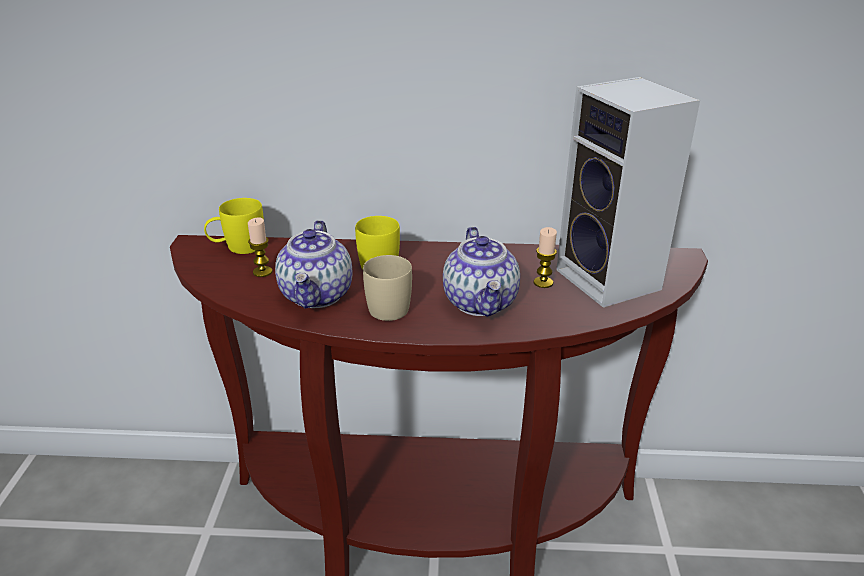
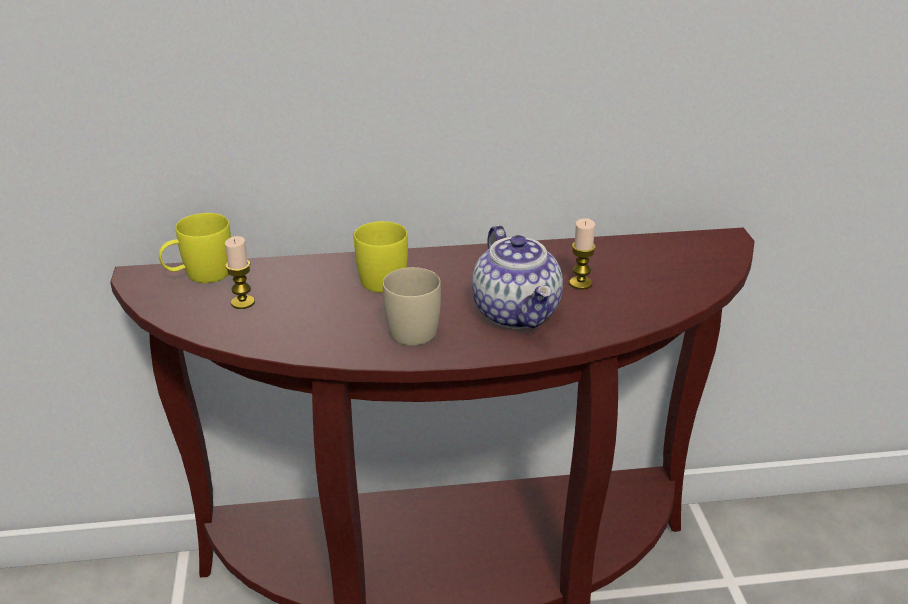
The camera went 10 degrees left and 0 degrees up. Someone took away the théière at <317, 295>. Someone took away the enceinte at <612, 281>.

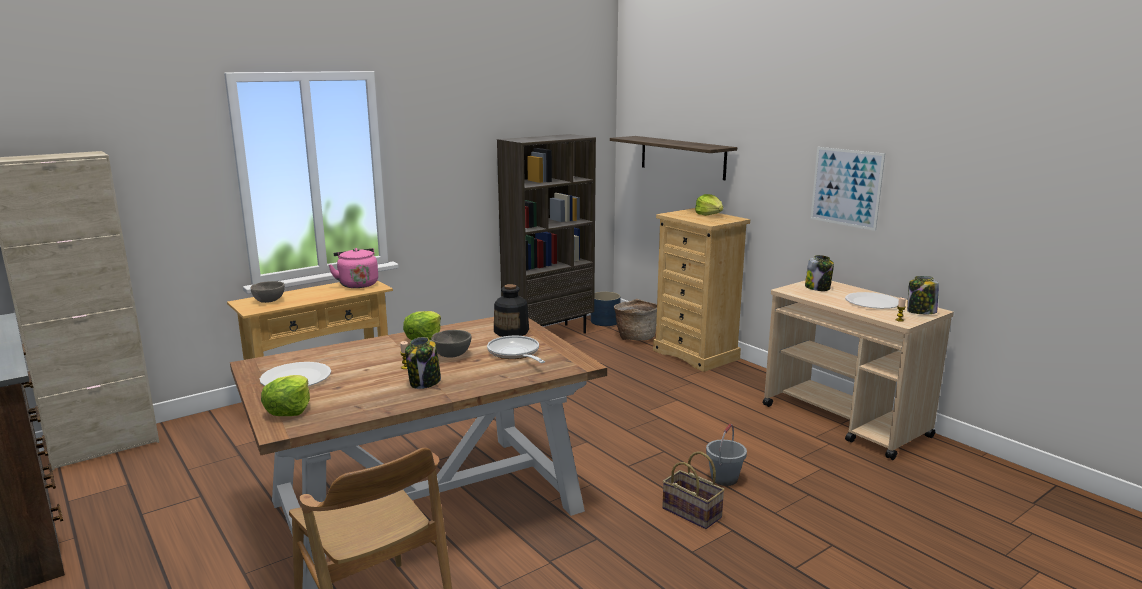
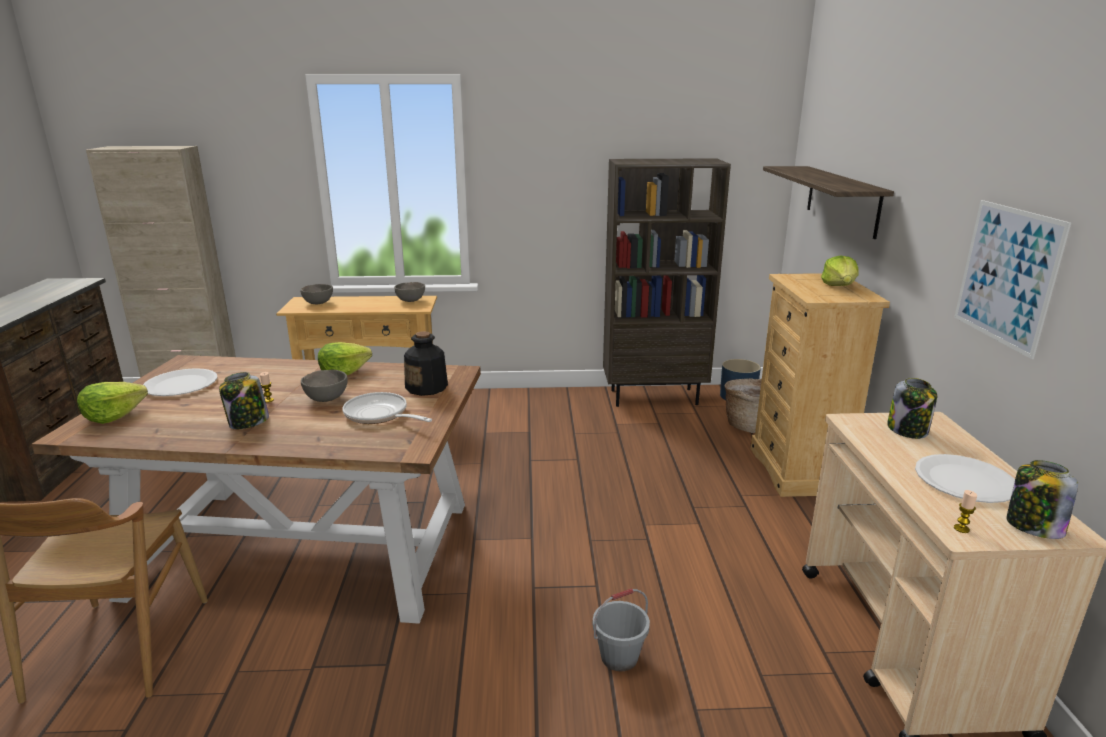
The camera went 35 degrees right and 5 degrees up. Someone rotated the poêle at <515, 354> by 60 degrees counterclockwise. Someone swapped the bouilloire/rose at <357, 284> for the bol/gris at <411, 301>. Someone took away the panier at <693, 513>.

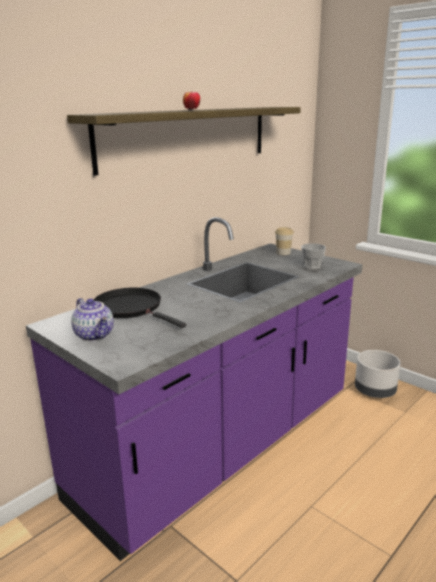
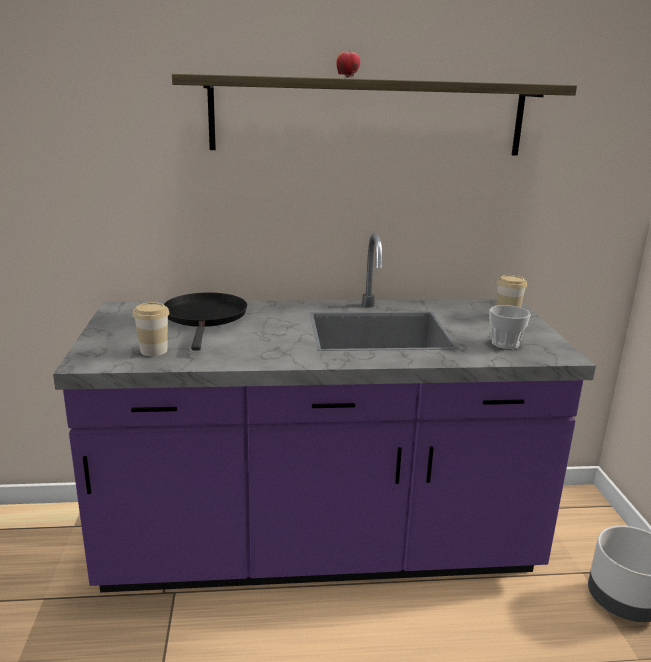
The camera went 40 degrees right and 0 degrees up. Someone put down the tasse at <153, 351>. Someone took away the théière at <95, 335>.

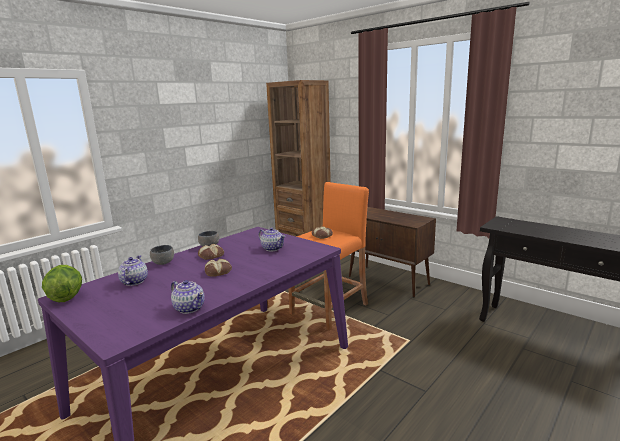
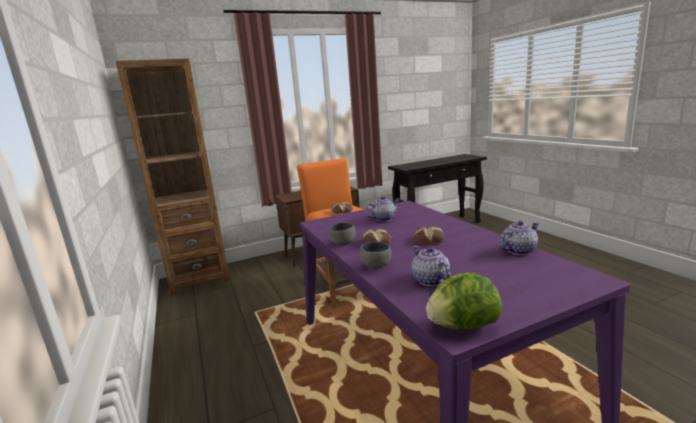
The camera went 65 degrees left and 0 degrees up. Someone rotated the théière at <134, 282> by 45 degrees clockwise.

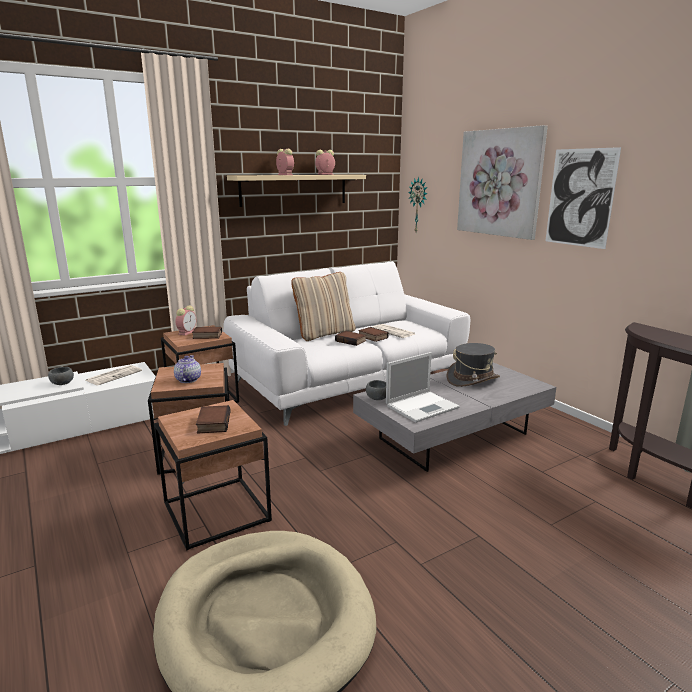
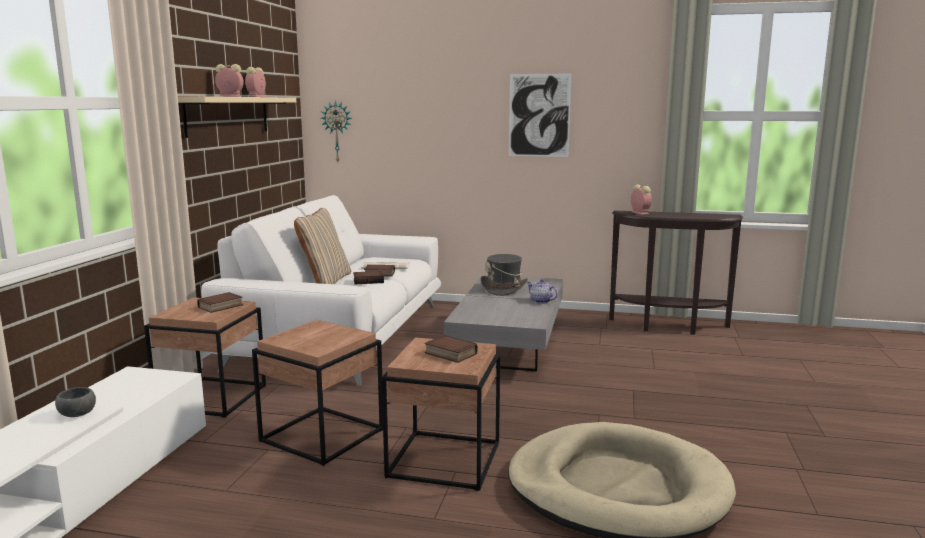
The camera went 45 degrees left and 5 degrees down. Someone carried the théière from <188, 379> to <541, 301>. Someone carried the réveil from <187, 332> to <639, 213>. Someone took away the journal at <114, 375>. Someone took away the bol/gris at <377, 398>. Someone took away the ordinateur portable at <423, 406>. Someone took away the tableau at <499, 183>.

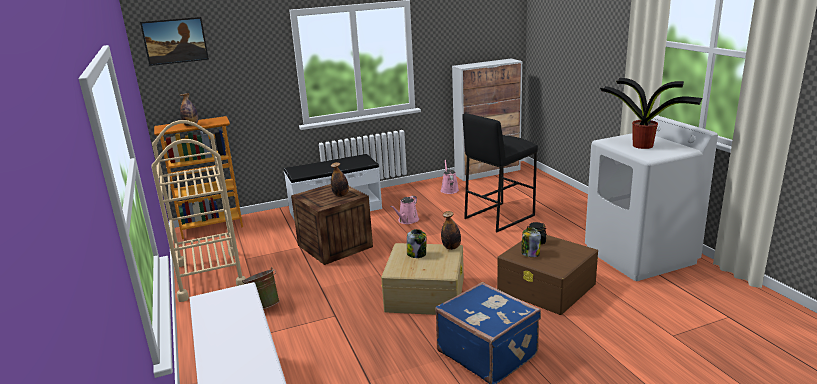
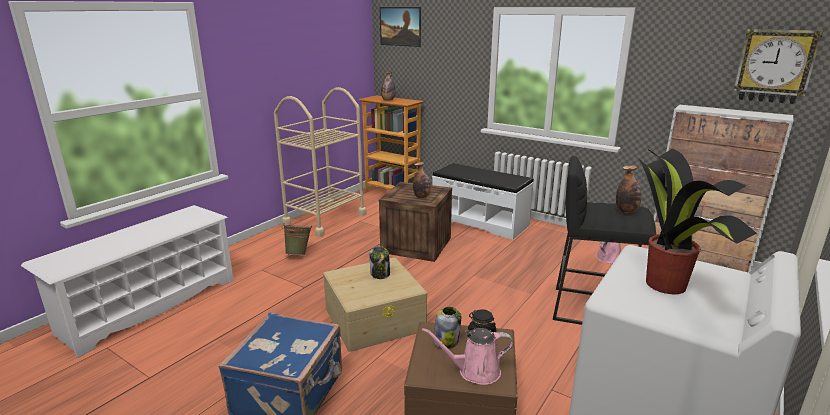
The camera went 55 degrees right and 0 degrees up. Someone carried the arrosoir/rose from <407, 221> to <475, 371>. Someone carried the bouteille from <451, 247> to <626, 211>. Someone put up the horloge murale at <774, 66>.

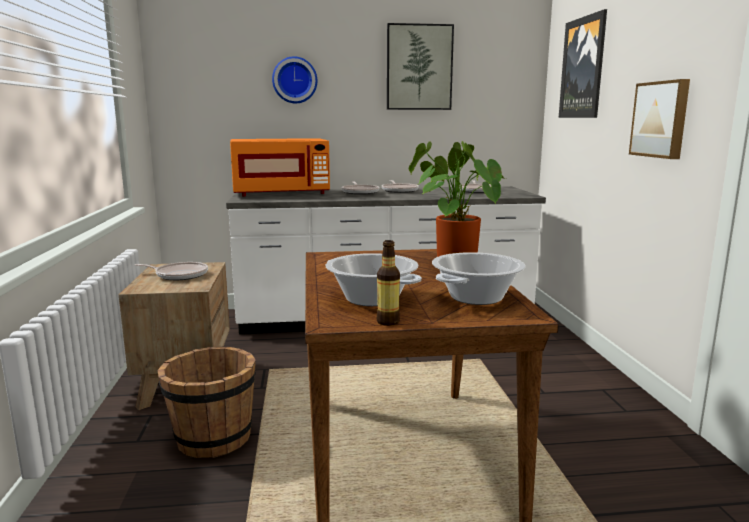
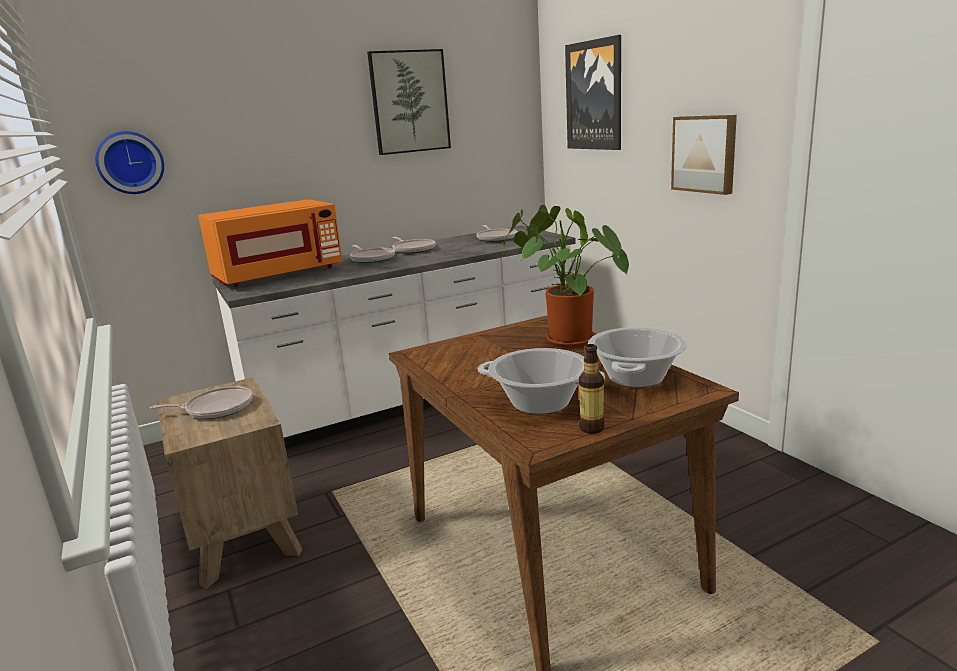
The camera went 20 degrees left and 5 degrees up. Someone carried the horloge murale from <295, 80> to <130, 162>. Someone took away the seau/marron at <213, 438>.

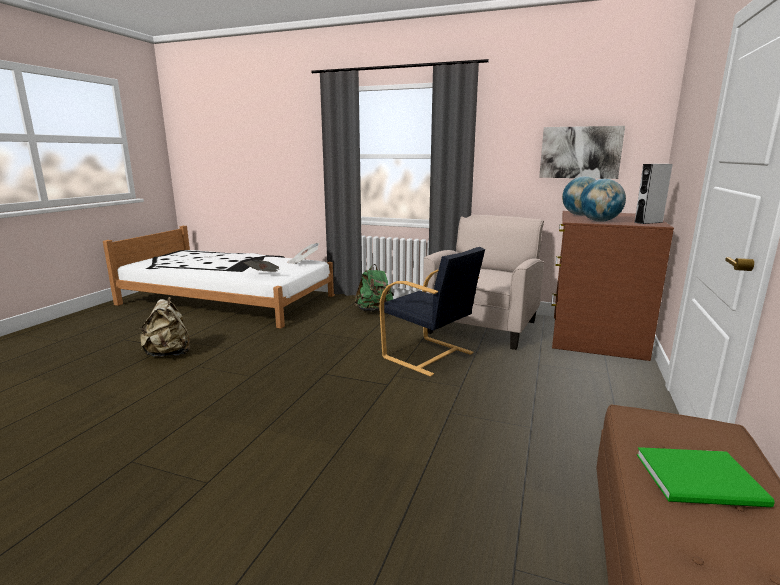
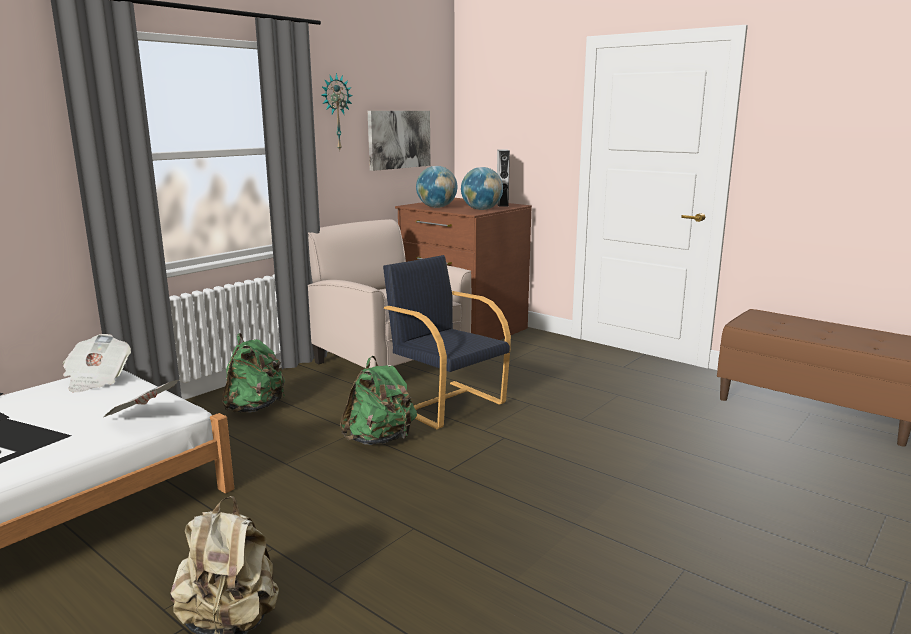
The camera went 70 degrees left and 0 degrees up. Someone put up the horloge murale at <335, 112>. Someone put down the sac à dos/vert at <380, 440>. Someone rotated the fauteuil/noir at <429, 356> by 105 degrees counterclockwise. Someone took away the livre/vert at <703, 481>.

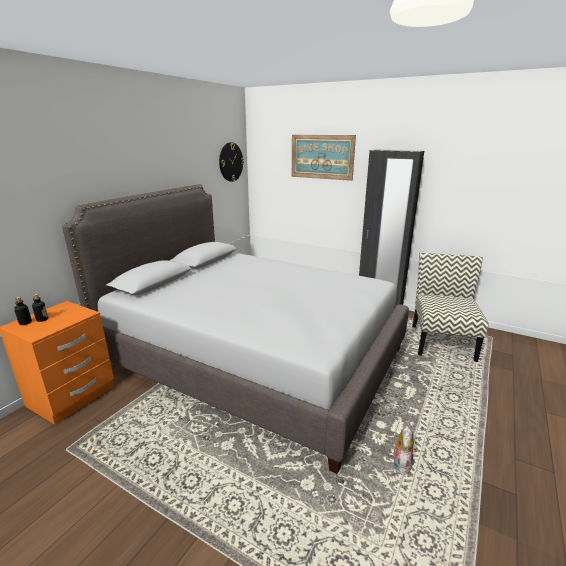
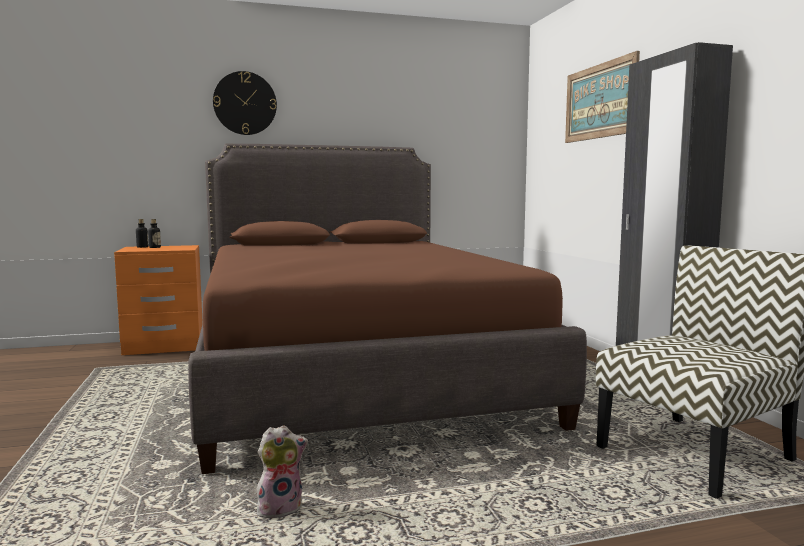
The camera went 45 degrees right and 15 degrees down. Someone repainted the lit/gris at <254, 357>, which became the lit/marron at <353, 372>. Someone carried the horloge murale from <231, 162> to <245, 103>.

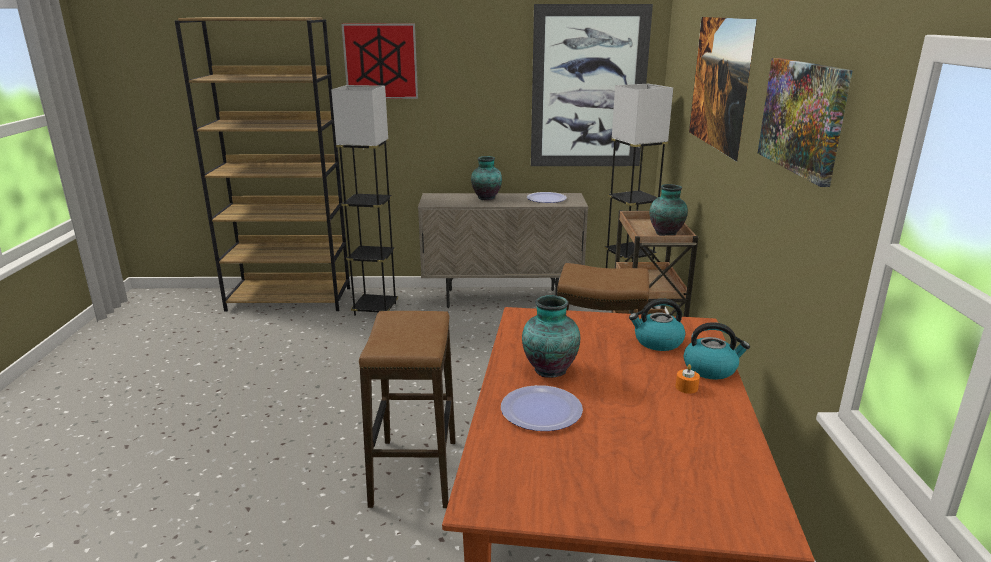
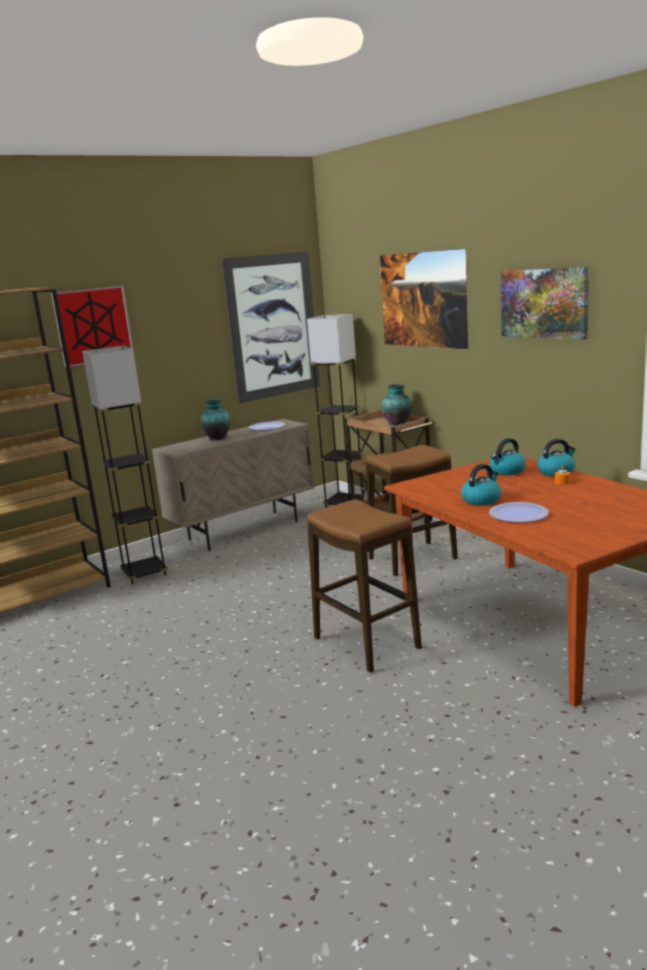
The camera went 35 degrees left and 5 degrees down. Someone swapped the vase at <548, 369> for the bouilloire at <481, 500>.

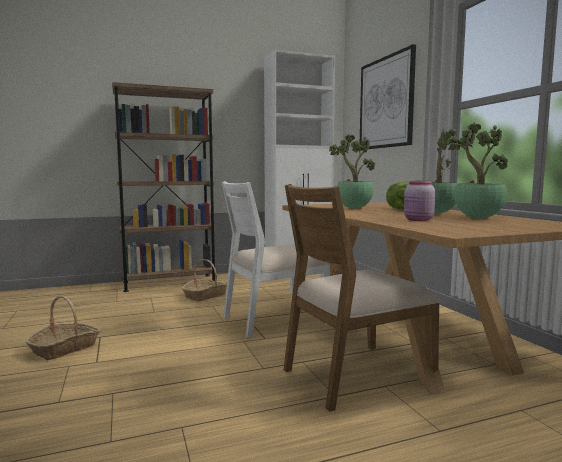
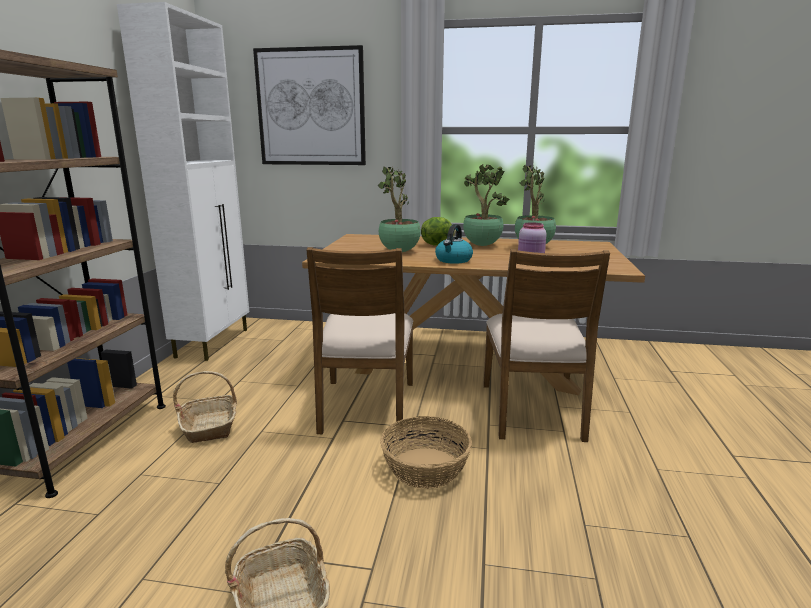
The camera went 60 degrees left and 10 degrees up. Someone repainted the chaise/blanc at <274, 319>, which became the chaise/marron at <366, 406>. Someone put down the panier at <425, 468>. Someone put down the bouilloire at <453, 260>.

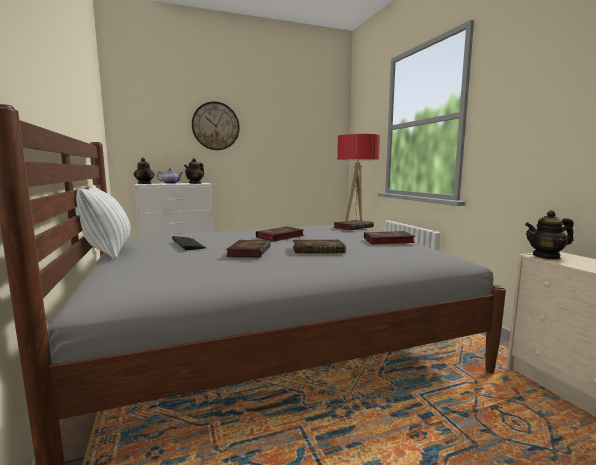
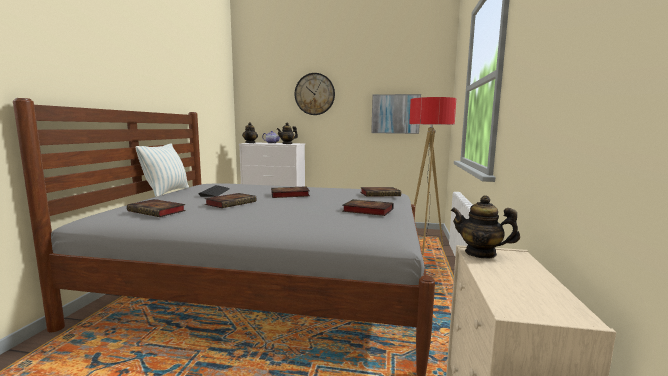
The camera went 30 degrees right and 0 degrees up. Someone carried the livre from <319, 250> to <158, 211>. Someone put up the tableau at <395, 114>.

